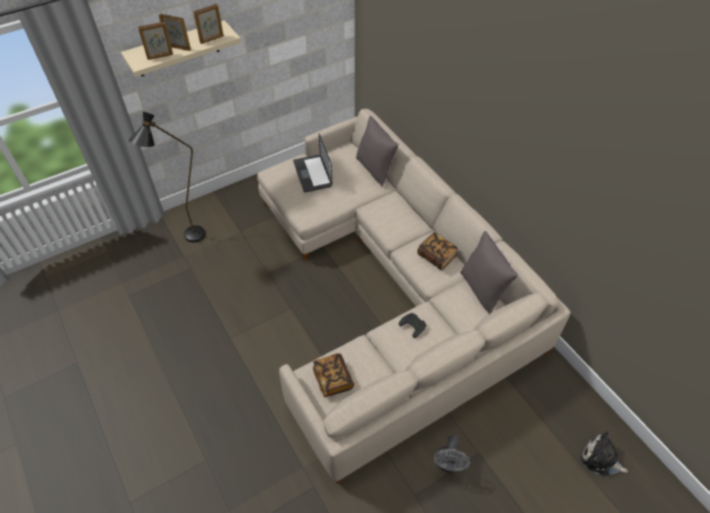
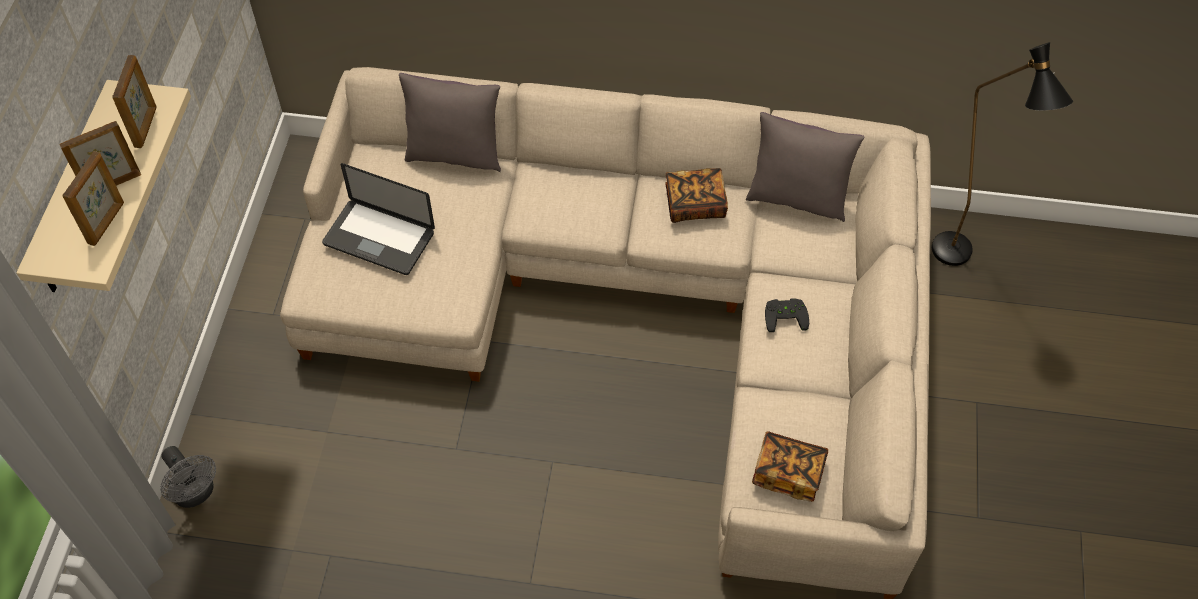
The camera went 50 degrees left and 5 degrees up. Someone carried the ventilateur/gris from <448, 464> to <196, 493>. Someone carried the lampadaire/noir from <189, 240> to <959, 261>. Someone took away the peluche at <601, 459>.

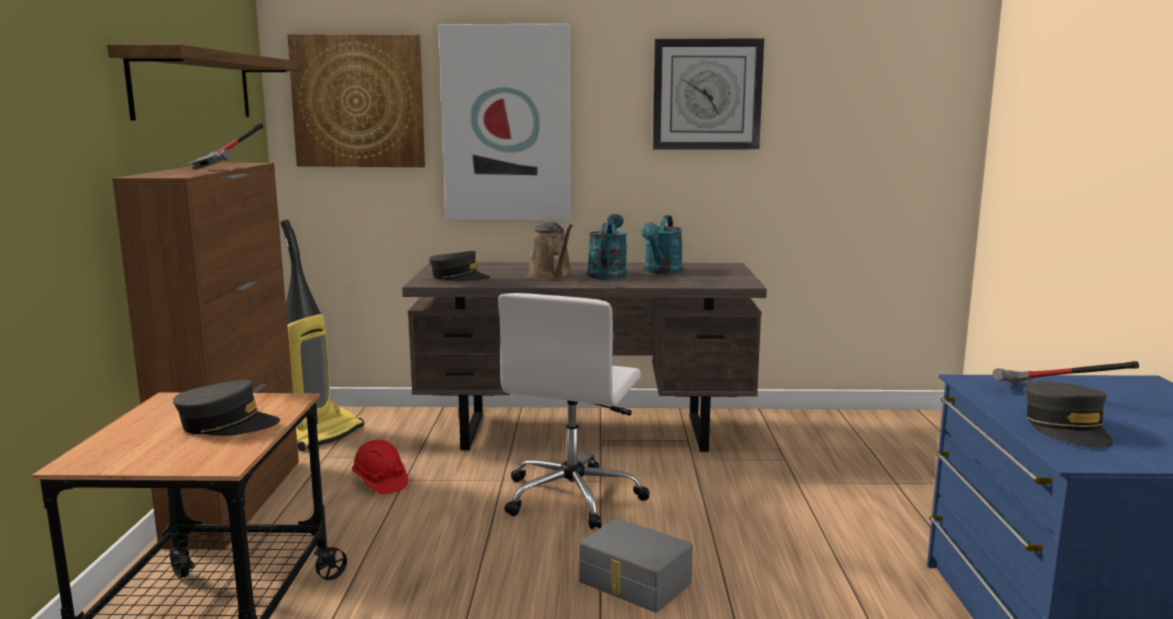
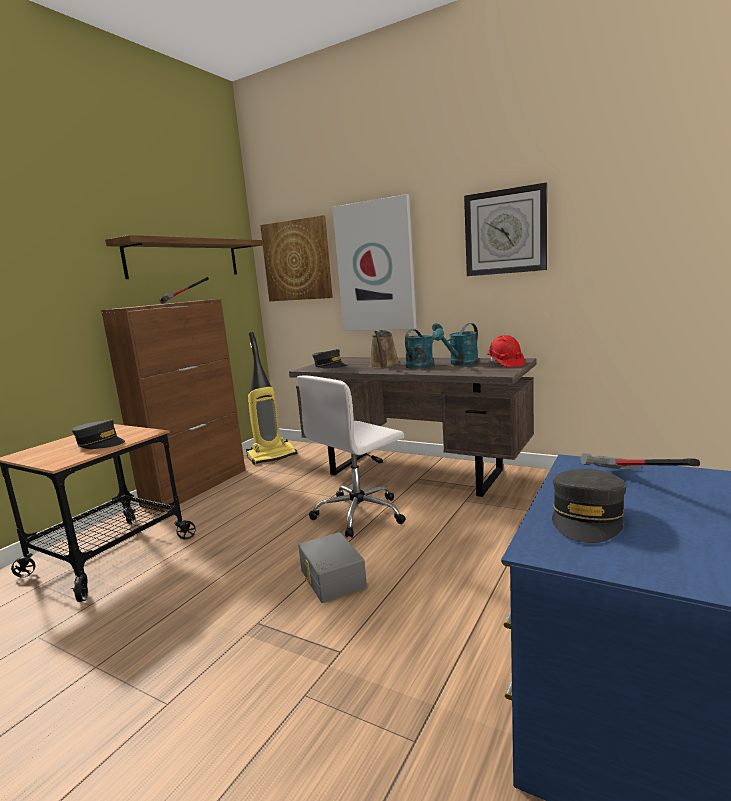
The camera went 30 degrees right and 0 degrees up. Someone carried the casque de chantier/rouge from <380, 482> to <505, 364>.

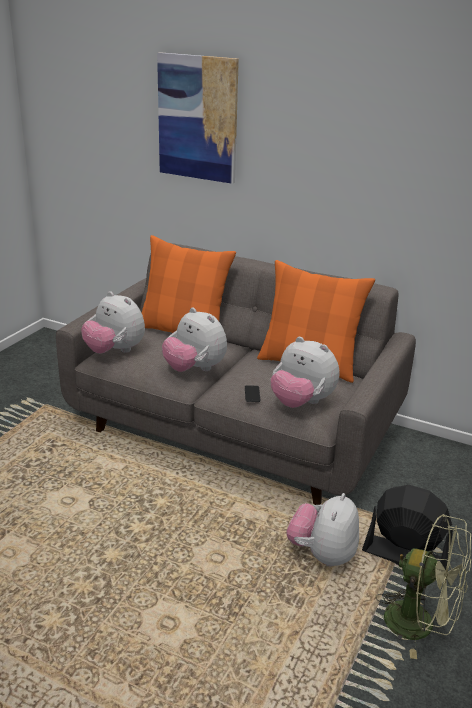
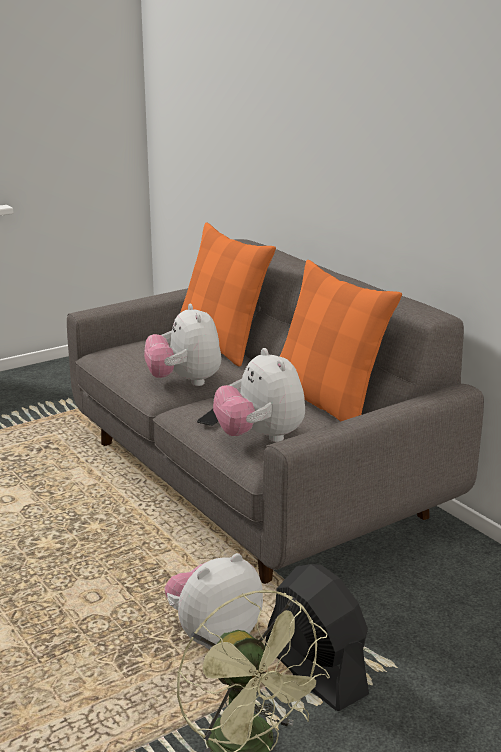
The camera went 30 degrees right and 5 degrees down. Someone took away the peluche at <115, 351>. Someone took away the tableau at <198, 118>.

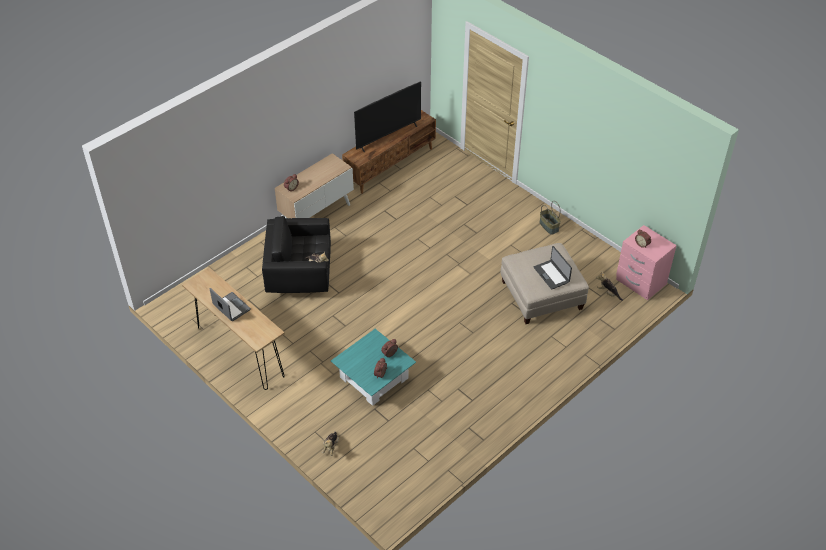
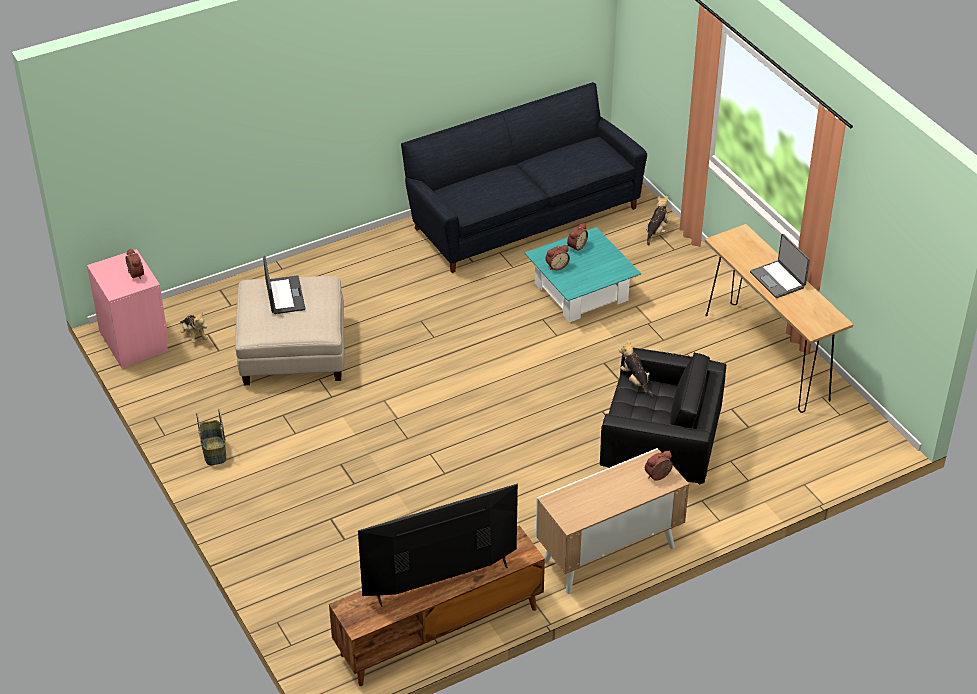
The camera went 165 degrees left and 5 degrees down. Someone put down the canapé/noir at <522, 215>.

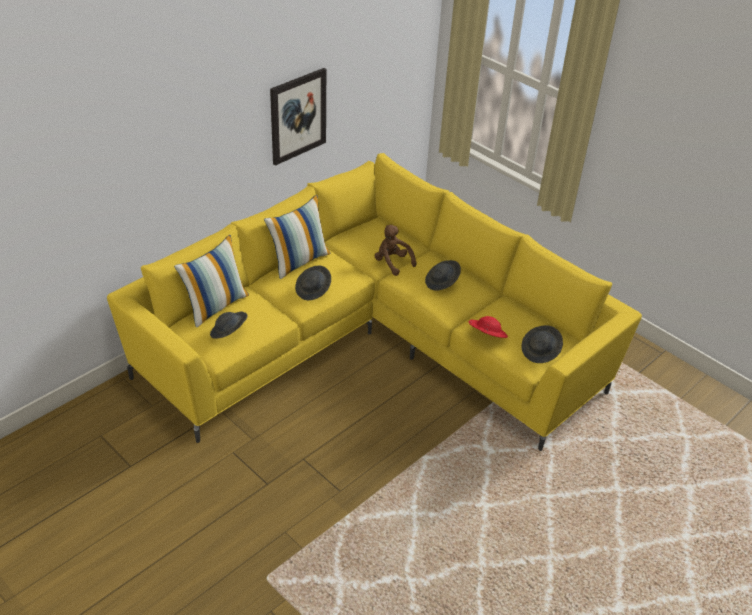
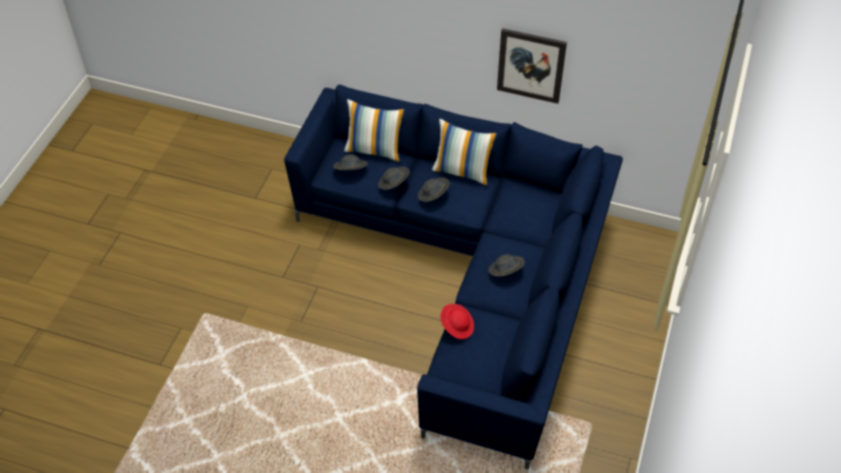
The camera went 65 degrees right and 10 degrees up. Someone repainted the canapé/jaune at <371, 341>, which became the canapé/bleu at <470, 274>. Someone carried the chapeau/gris from <540, 352> to <393, 184>. Someone took away the peluche/marron at <392, 263>.

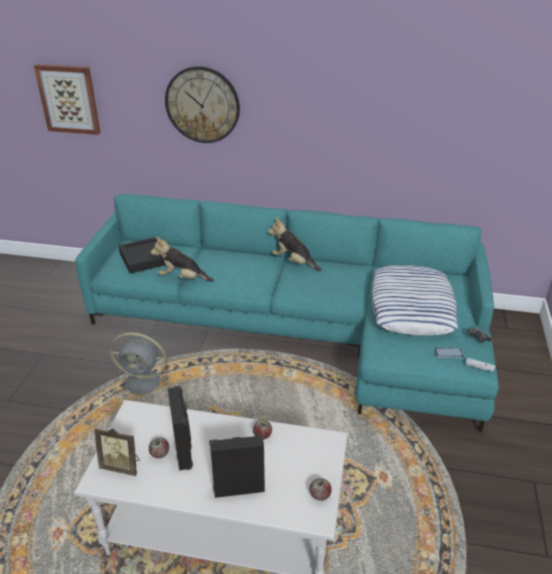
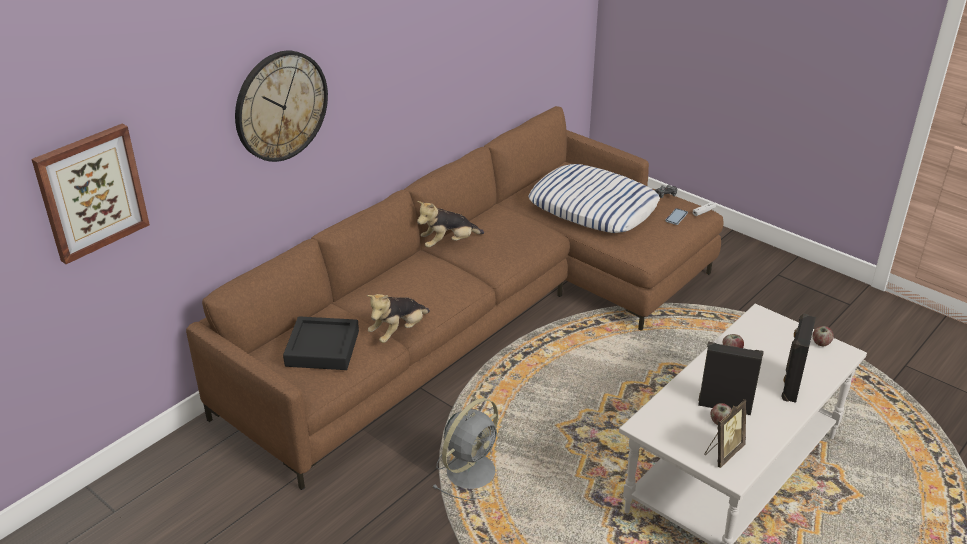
The camera went 60 degrees left and 0 degrees up. Someone repainted the canapé/turquoise at <301, 329>, which became the canapé/marron at <481, 316>.

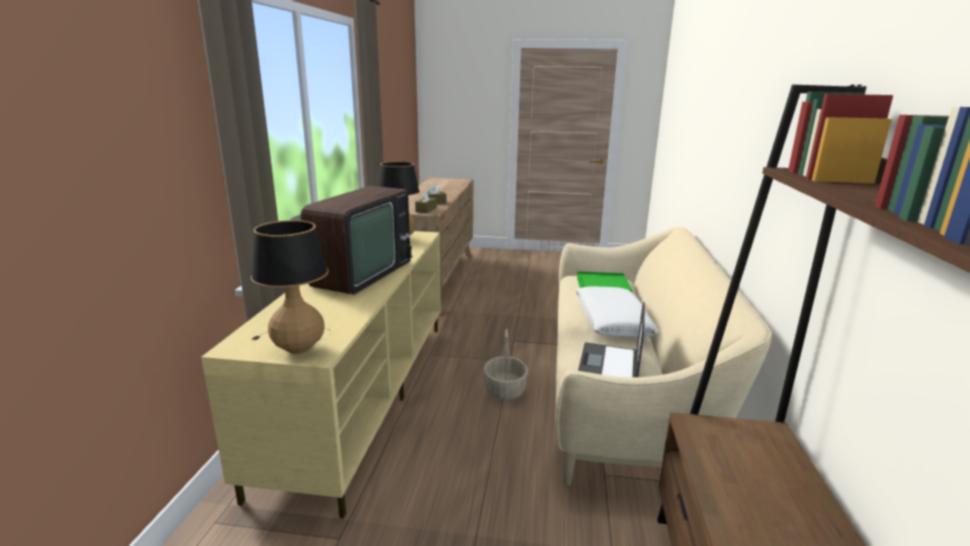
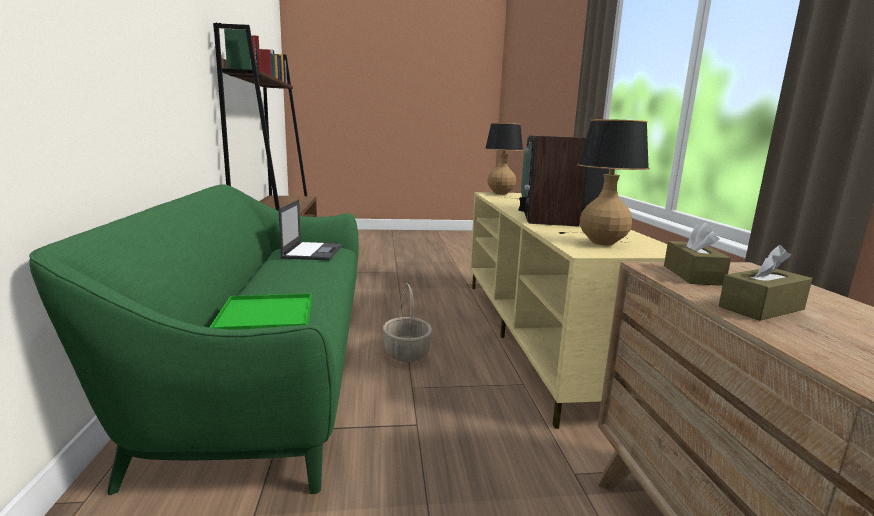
The camera went 165 degrees right and 5 degrees down. Someone repainted the canapé/beige at <624, 389>, which became the canapé/vert at <265, 368>. Someone took away the coussin/blanc at <612, 321>.

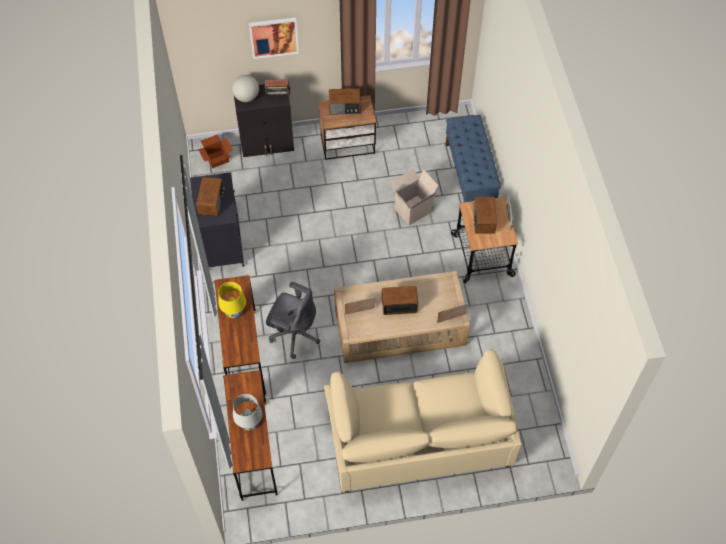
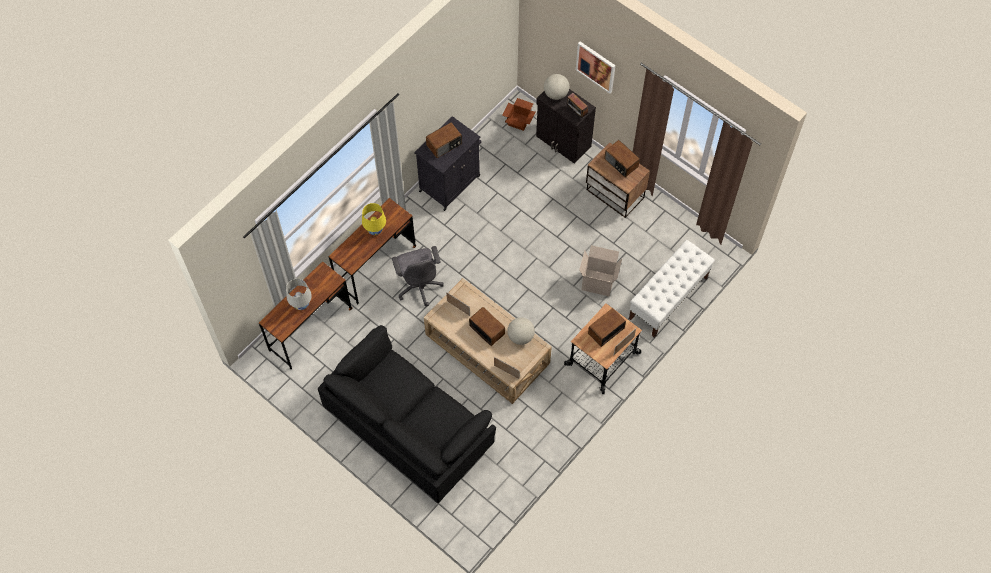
The camera went 50 degrees right and 5 degrees up. Someone repainted the canapé/beige at <419, 437>, which became the canapé/noir at <409, 426>. Someone put down the globe at <520, 336>. Someone repainted the banc/bleu at <469, 176>, which became the banc/blanc at <668, 298>.

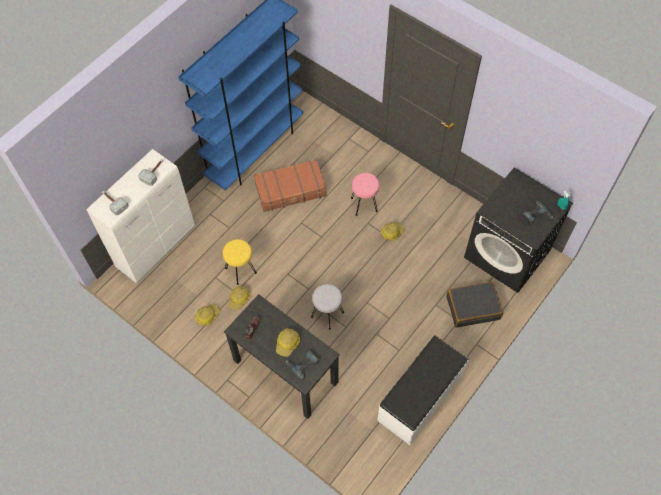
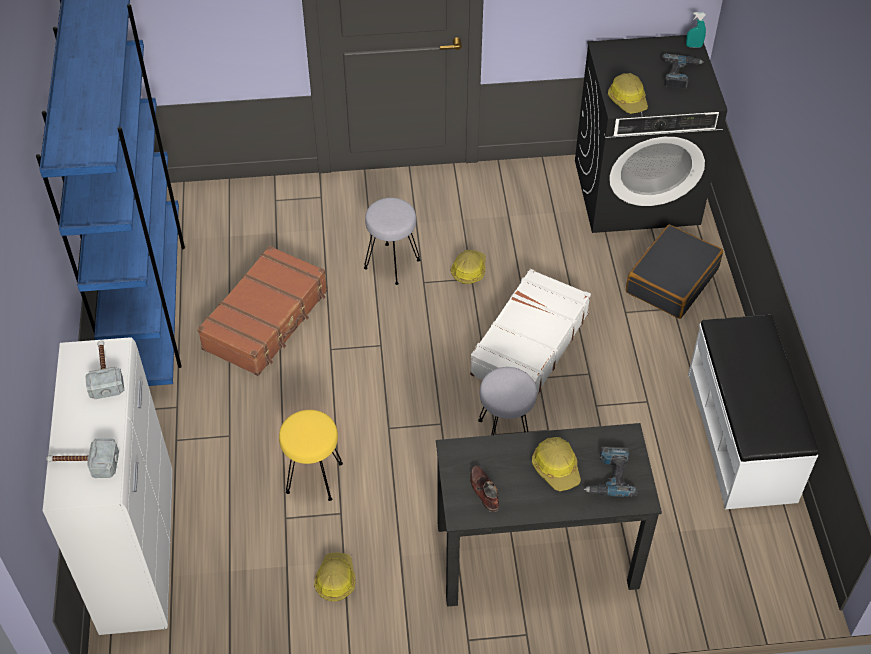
The camera went 45 degrees left and 10 degrees down. Someone repainted the tabouret/rose at <364, 204>, which became the tabouret/gris at <392, 263>. Someone put down the valise/blanc at <528, 344>. Someone carried the casque de chantier from <239, 299> to <628, 100>.

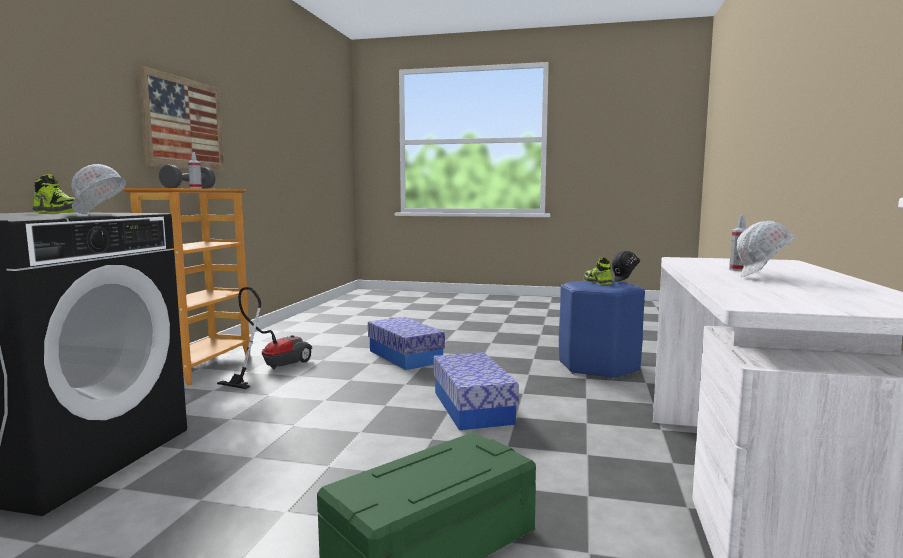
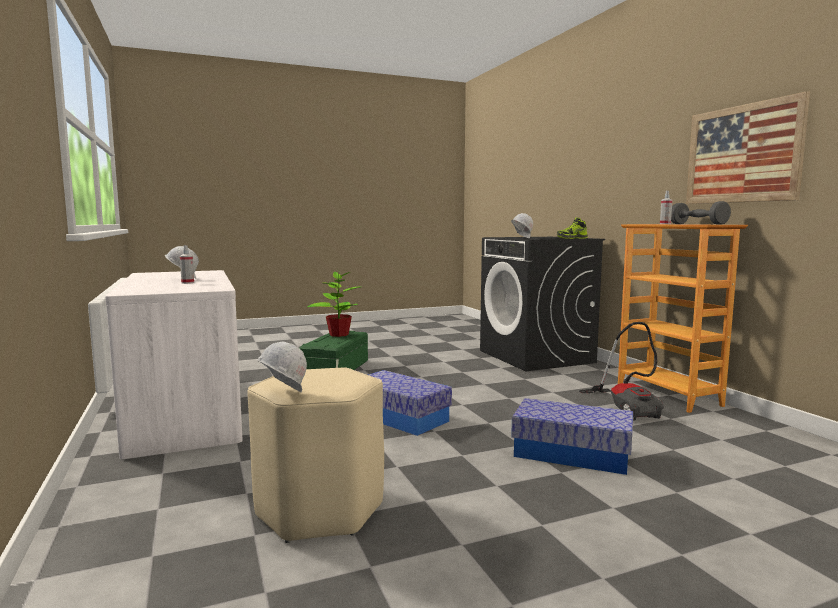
The camera went 145 degrees right and 0 degrees up. Someone repainted the tabouret/bleu at <598, 366>, which became the tabouret/beige at <320, 509>. Someone repainted the casque de chantier/noir at <625, 281>, which became the casque de chantier/blanc at <281, 396>. Someone put down the plante en pot at <338, 334>. Someone took away the chaussure at <597, 282>.

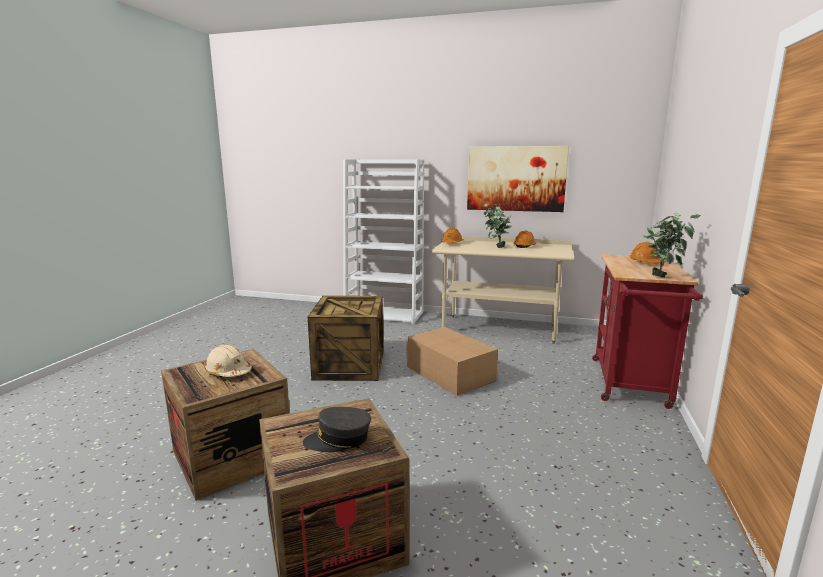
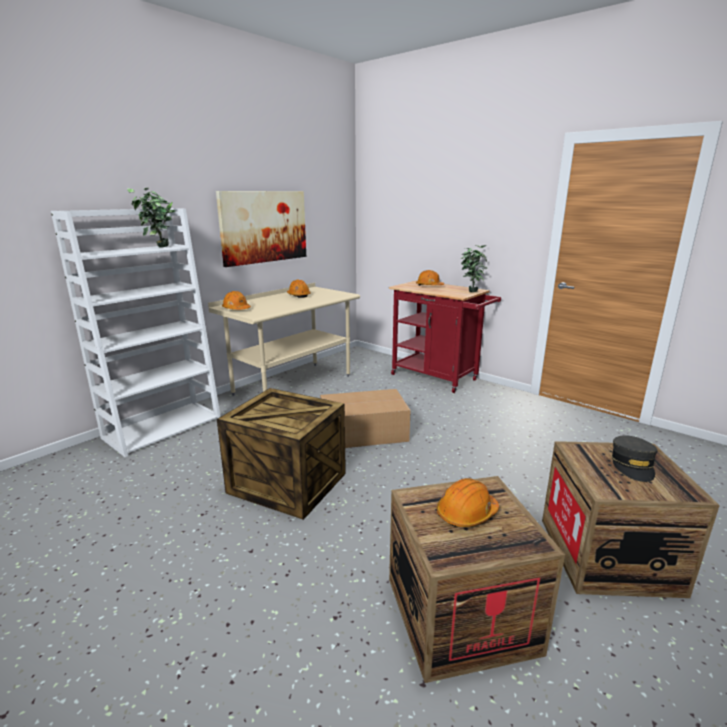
The camera went 65 degrees left and 5 degrees up. Someone carried the plante en pot from <495, 247> to <158, 247>. Someone repainted the casque de chantier/beige at <228, 372>, which became the casque de chantier/orange at <466, 513>.

